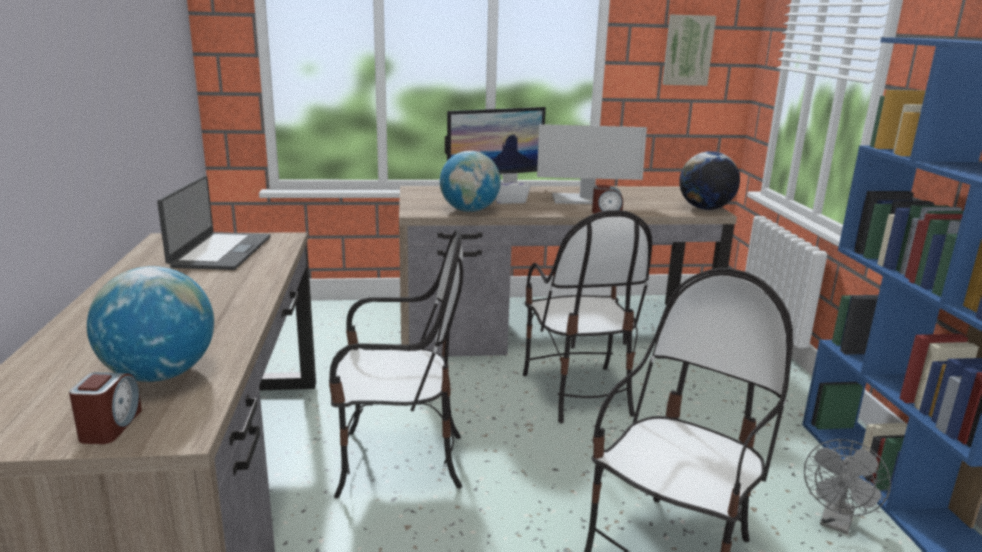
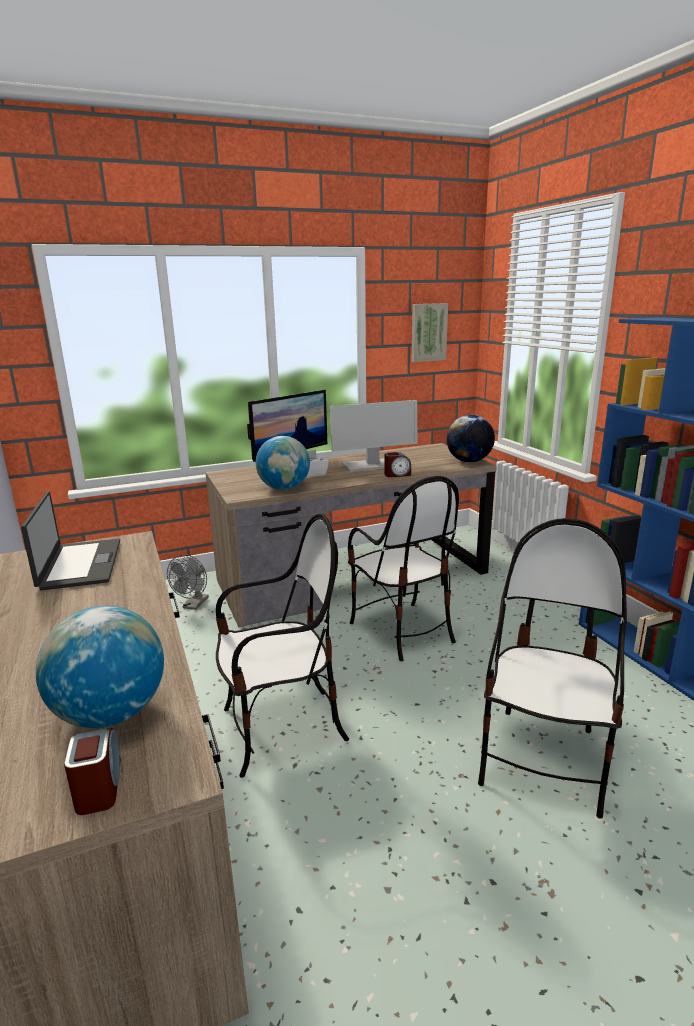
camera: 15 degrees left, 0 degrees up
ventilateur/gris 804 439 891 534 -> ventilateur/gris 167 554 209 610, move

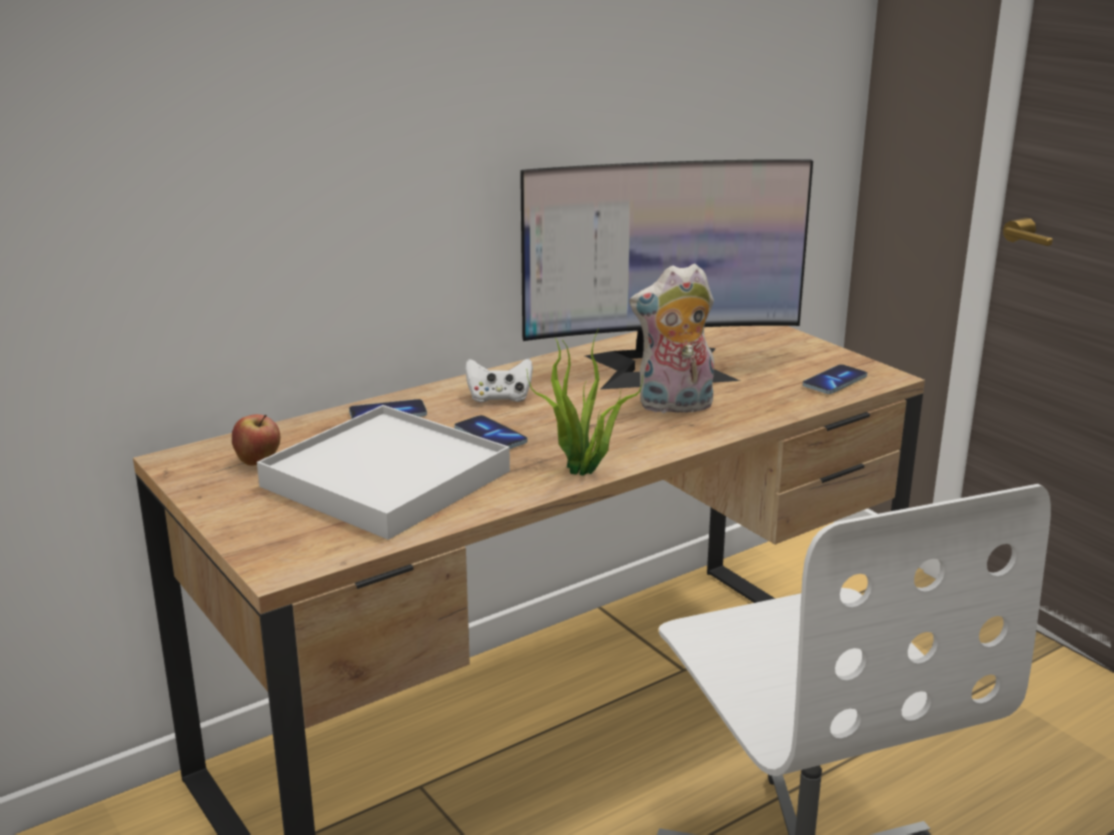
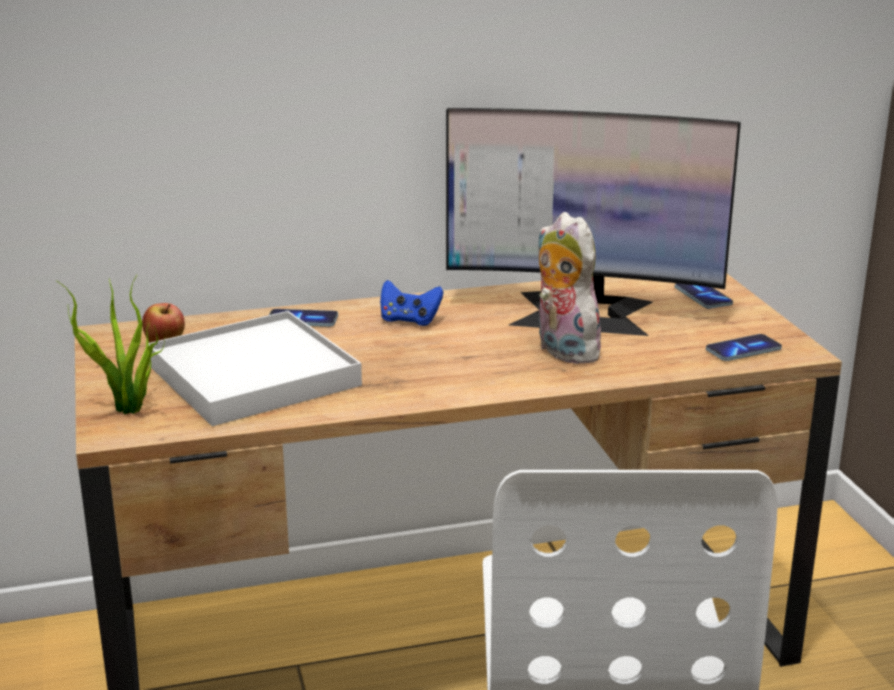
camera: 20 degrees right, 0 degrees up
téléphone 454 415 527 449 -> téléphone 675 283 733 309, move
plante en pot 527 328 643 476 -> plante en pot 57 275 165 414, move
manette/blanc 465 358 533 402 -> manette/bleu 380 280 443 326
peluche 629 263 714 413 -> peluche 537 212 608 364, 45 degrees clockwise

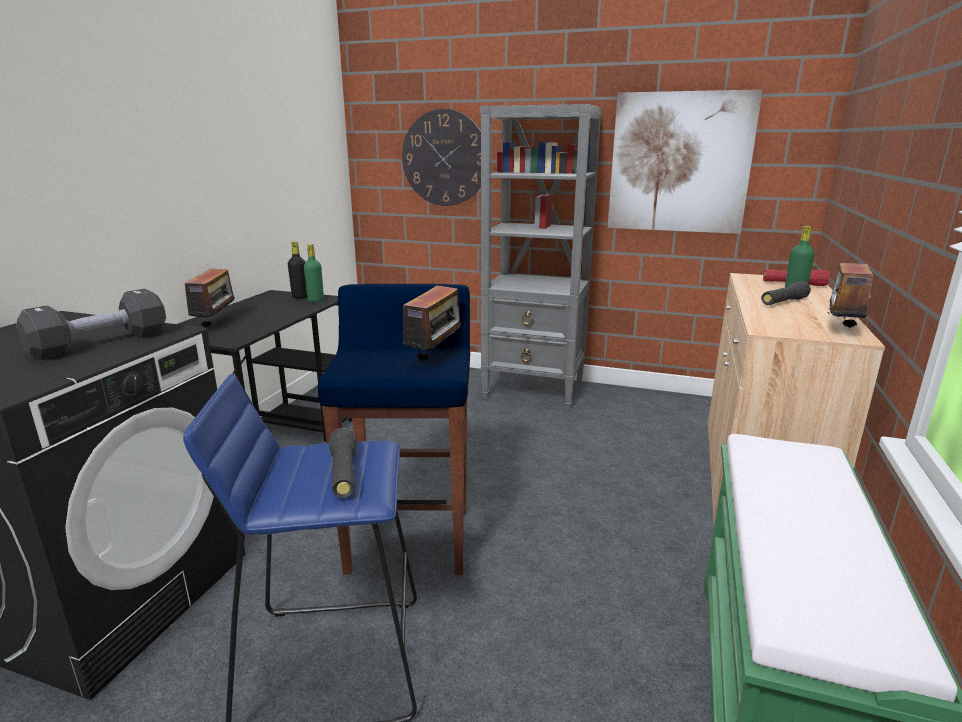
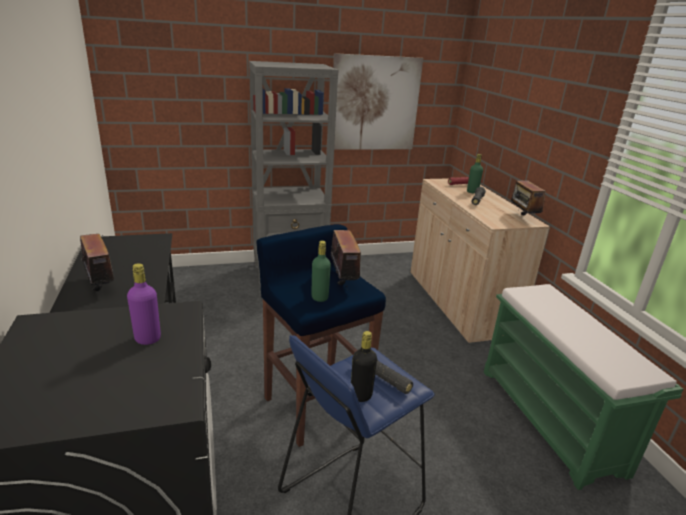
camera: 35 degrees left, 5 degrees up
horloge murale 402 109 481 206 -> none
bouteille/noir 288 242 307 299 -> bouteille/noir 351 331 377 402, move
bouteille/vert 304 244 324 302 -> bouteille/vert 311 241 331 302, move
haltère/noir 17 289 166 360 -> bouteille/violet 127 263 161 345

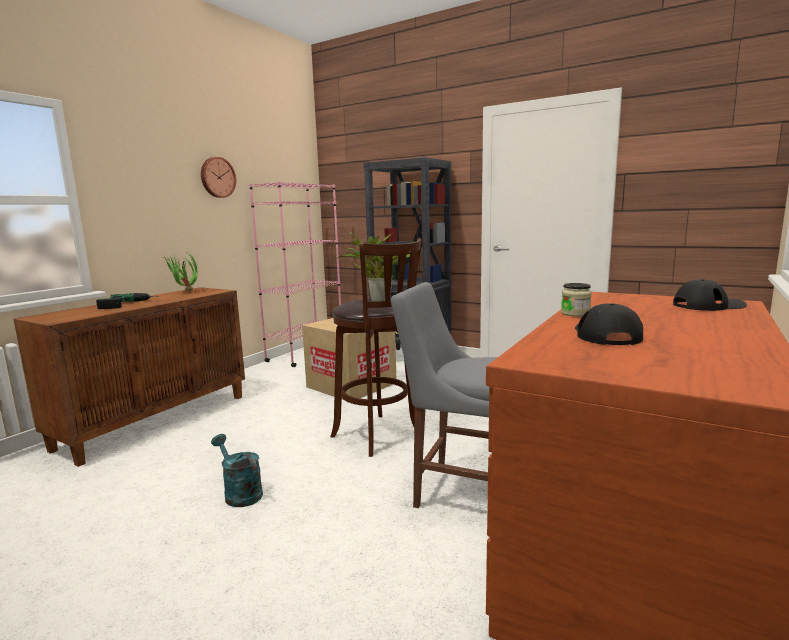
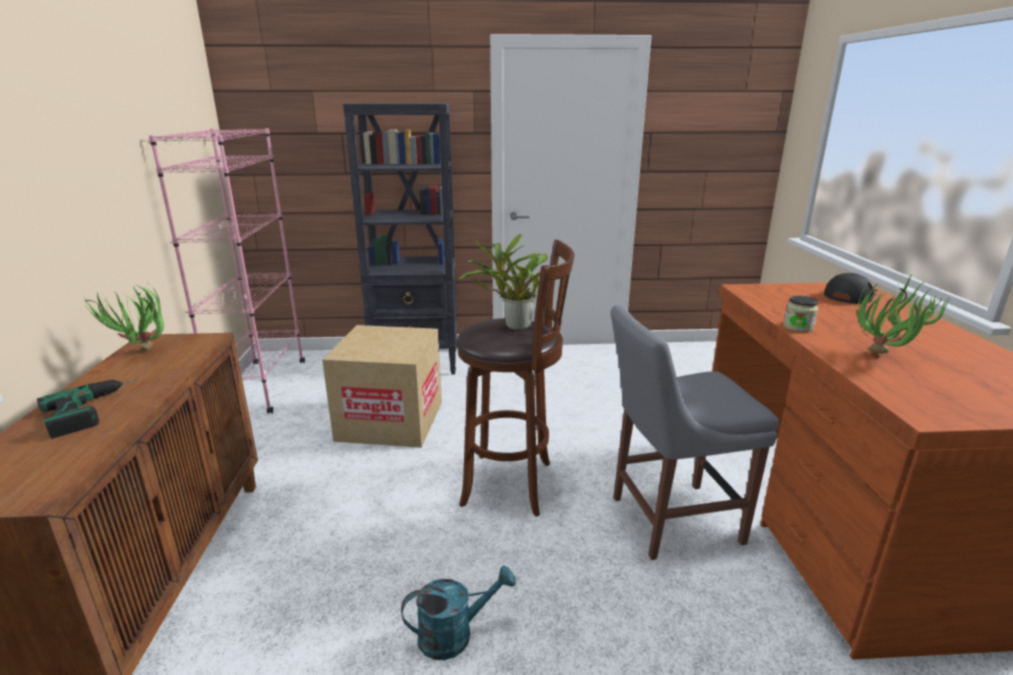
camera: 35 degrees left, 10 degrees up
horloge murale 201 157 236 198 -> none
casquette/noir 575 303 643 345 -> plante en pot 857 274 951 354
arrosoir/turquoise 211 434 263 507 -> arrosoir/turquoise 401 565 516 660, 150 degrees clockwise

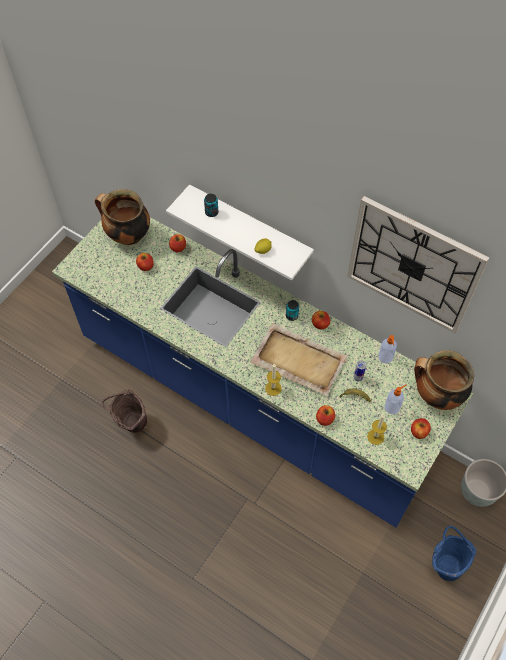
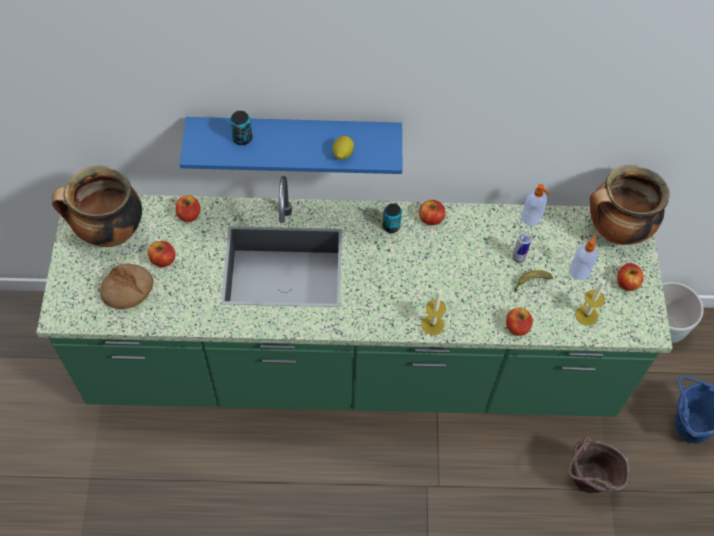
camera: 35 degrees left, 0 degrees up
plateau/beige 250 323 348 396 -> none
horloge murale 347 196 490 333 -> none
none -> pain 100 263 154 309
seau/marron 101 389 147 433 -> seau/marron 568 437 630 493, move
comptoir de cuisine/bleu 52 217 473 528 -> comptoir de cuisine/vert 36 176 673 417
étagère/blanc 166 185 314 281 -> étagère/bleu 180 117 402 174

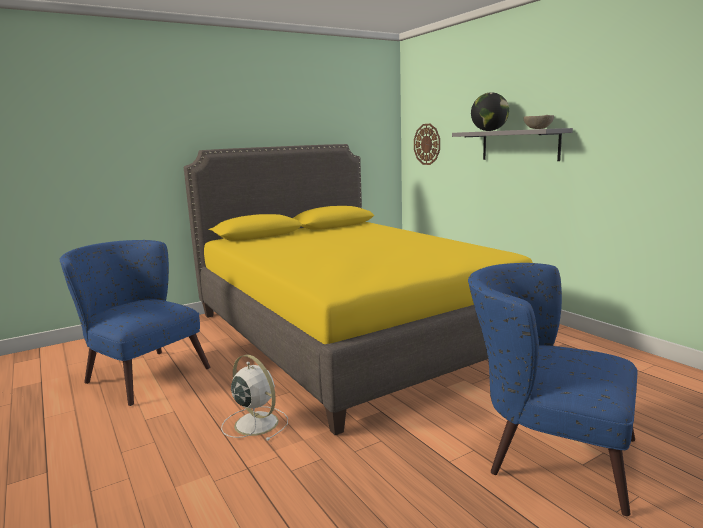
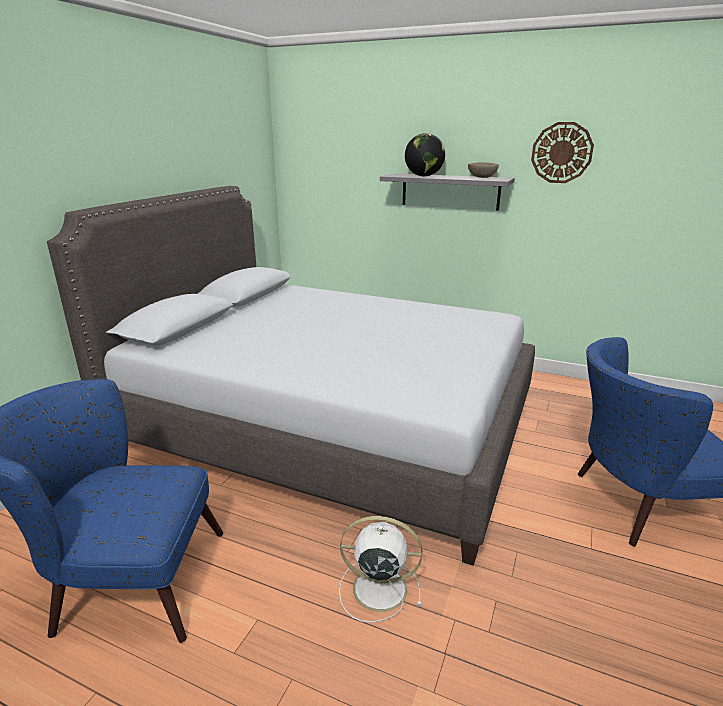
camera: 35 degrees left, 10 degrees up
horloge murale 414 124 440 165 -> horloge murale 531 122 594 183, move
lit/jaune 183 144 533 435 -> lit/gris 47 186 535 566

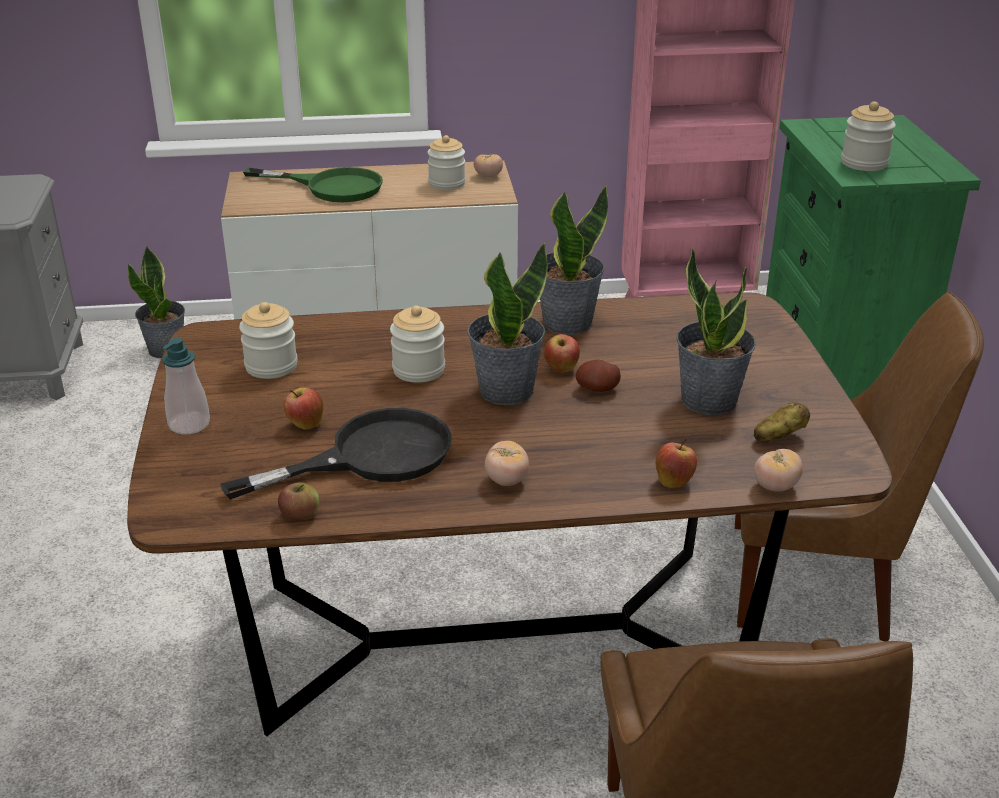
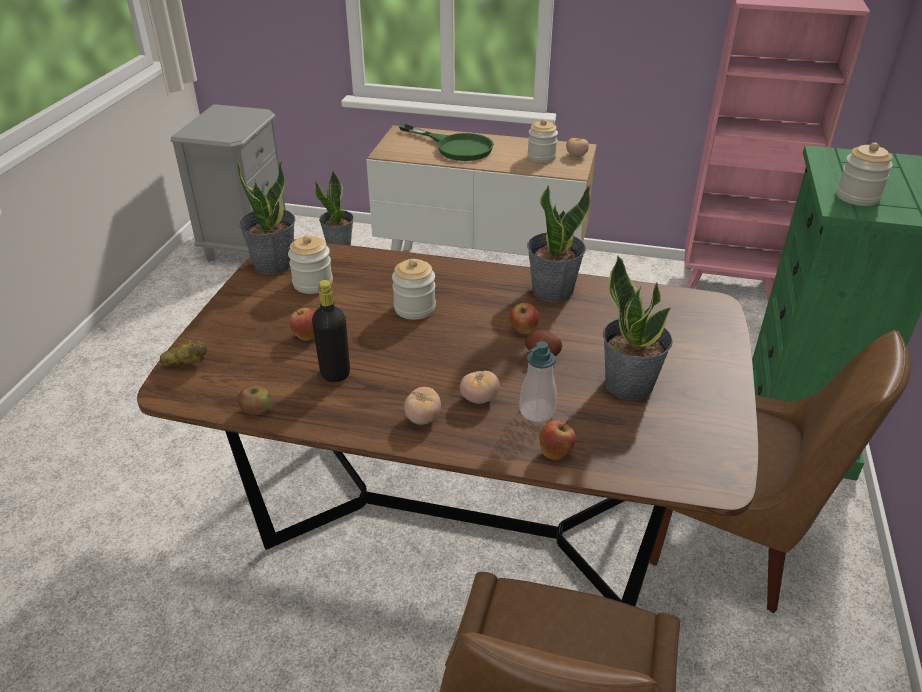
camera: 20 degrees right, 5 degrees up
distributeur de savon 162 337 210 435 -> distributeur de savon 519 341 556 422, move
plante en pot 467 242 548 405 -> plante en pot 237 160 295 275, move
pomme de terre 754 402 810 442 -> pomme de terre 160 340 207 367, move
tomate 754 449 803 491 -> tomate 460 371 500 404, move
poêle/noir 220 408 452 500 -> bouteille/noir 312 280 350 382

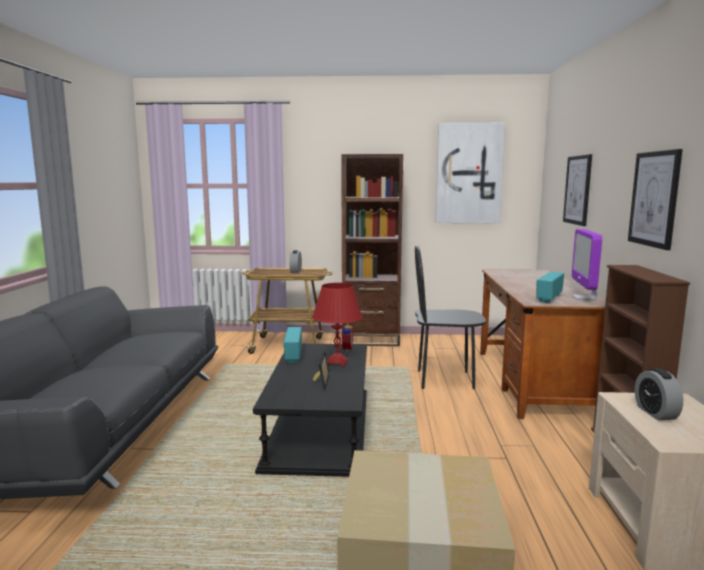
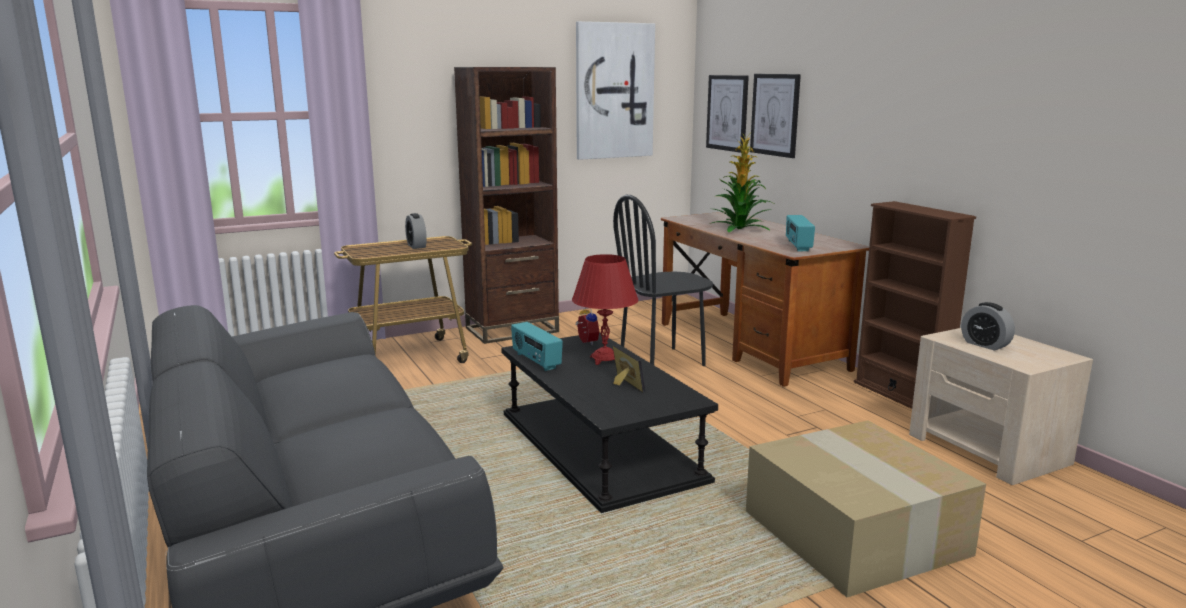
camera: 30 degrees left, 5 degrees up
écran d'ordinateur 572 229 602 300 -> none
none -> plante en pot 710 133 771 232
tableau 628 149 683 250 -> tableau 706 75 749 153, move

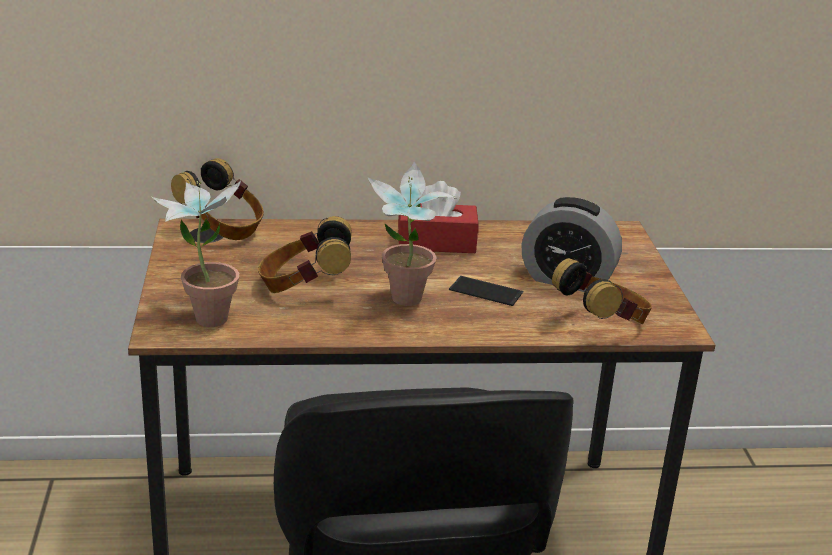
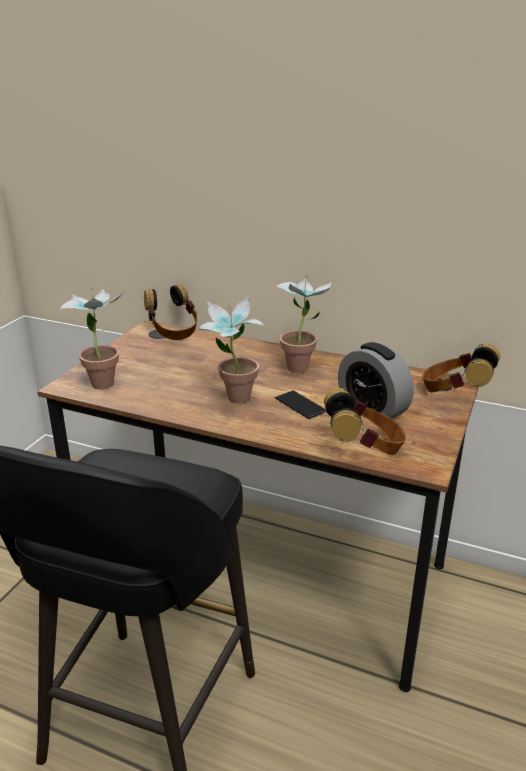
camera: 30 degrees right, 0 degrees up
casque audio 258 216 352 293 -> casque audio 422 344 500 392, move
boîte à mouchoirs/rouge 398 181 479 253 -> plante en pot 275 275 332 373

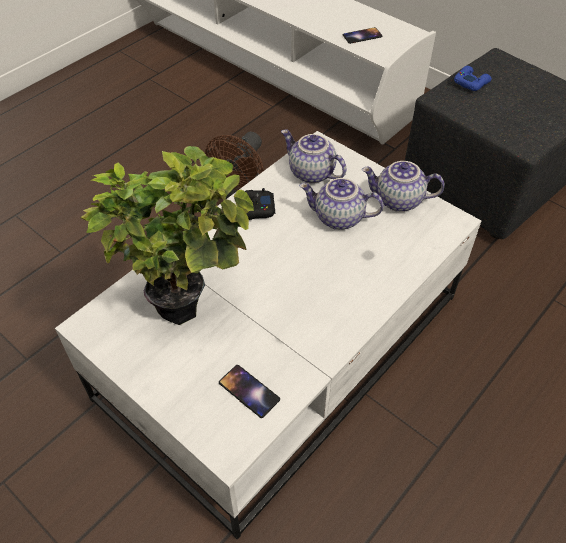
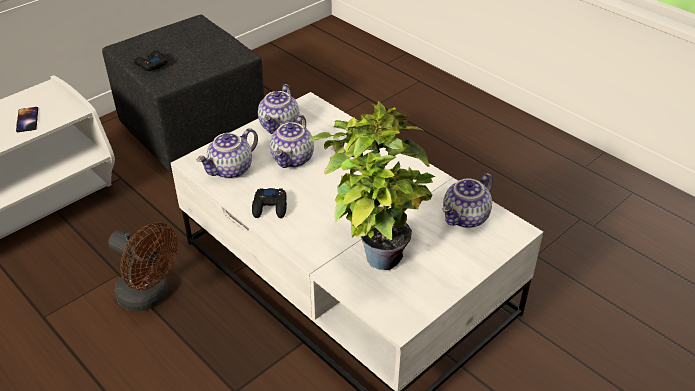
camera: 85 degrees left, 10 degrees down
téléphone 219 365 280 418 -> théière 442 173 493 228
manette/bleu 454 66 492 91 -> manette/noir 134 50 168 71

